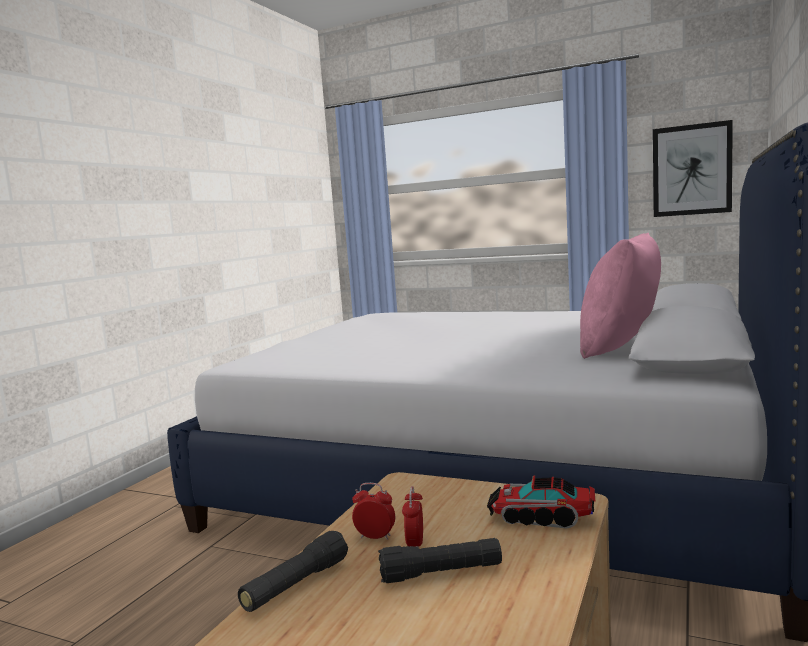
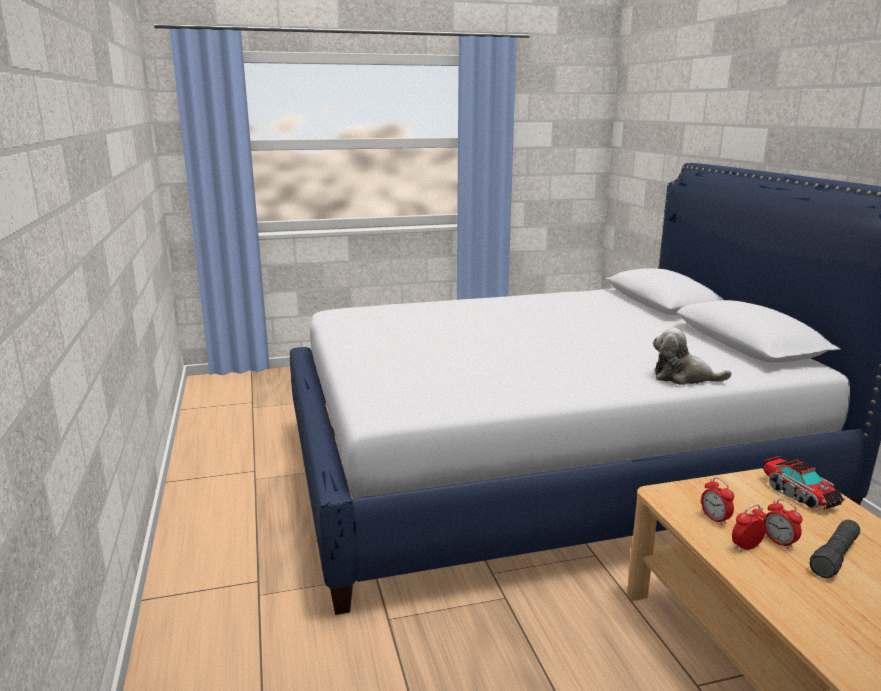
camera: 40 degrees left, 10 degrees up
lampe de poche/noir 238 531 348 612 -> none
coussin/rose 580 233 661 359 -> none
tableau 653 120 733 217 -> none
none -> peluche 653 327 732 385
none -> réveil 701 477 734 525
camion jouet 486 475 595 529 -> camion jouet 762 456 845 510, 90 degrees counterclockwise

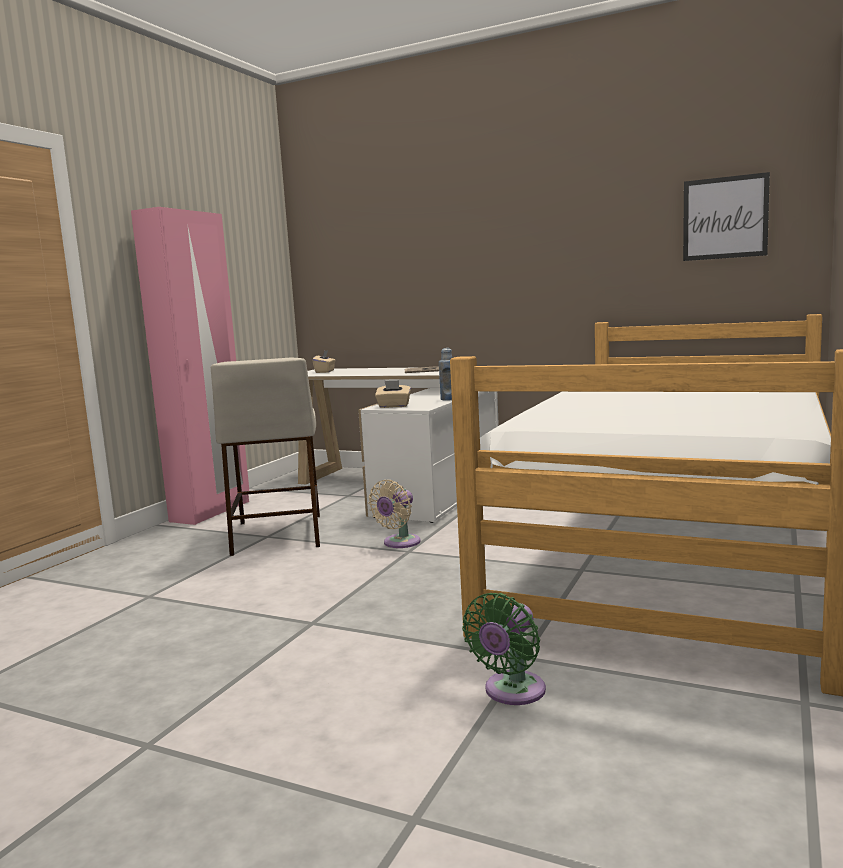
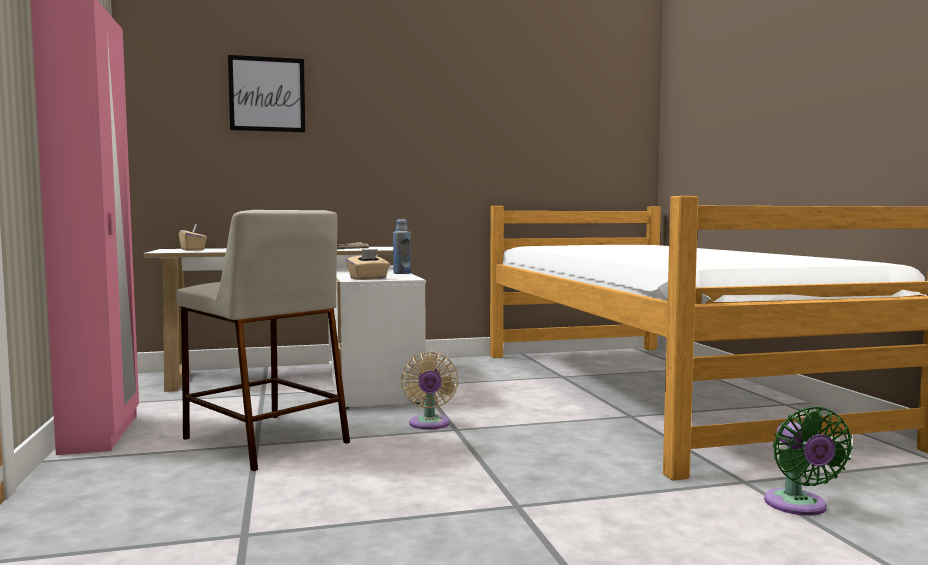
camera: 40 degrees left, 5 degrees down
tableau 683 172 770 261 -> tableau 228 55 305 133, move

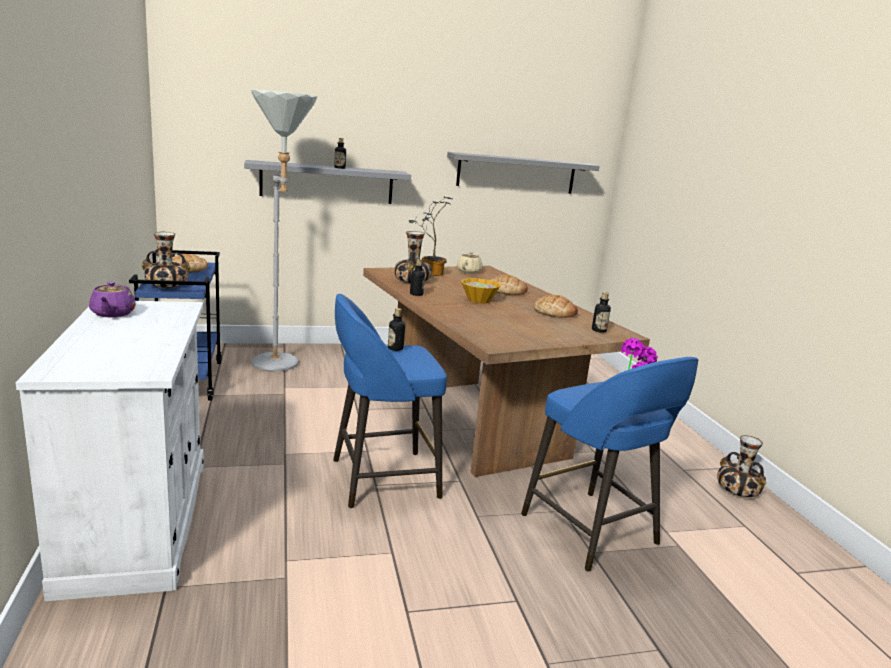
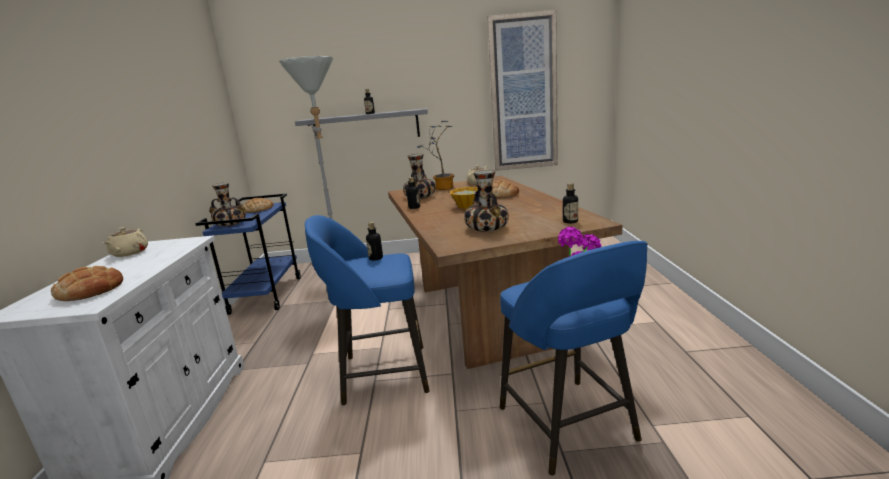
camera: 15 degrees right, 0 degrees up
pain 534 295 578 318 -> pain 51 266 123 301, move
vase 717 435 766 497 -> vase 464 170 509 232, move
étagère/gris 447 152 600 194 -> tableau 487 10 558 171
théière/violet 89 281 136 317 -> théière/beige 103 227 148 257

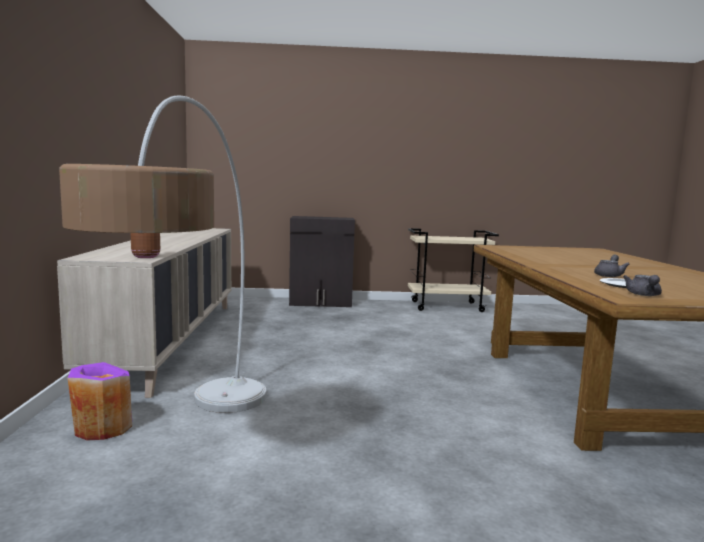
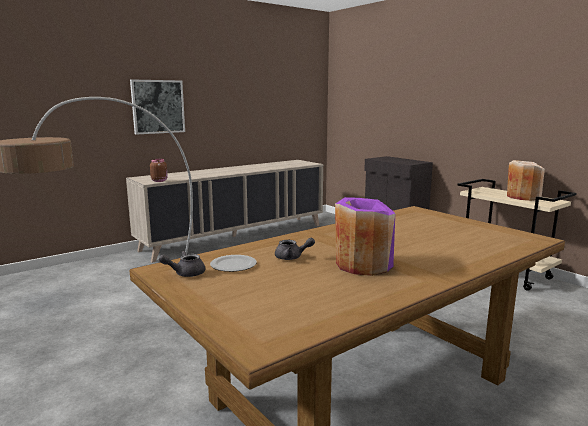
camera: 55 degrees right, 5 degrees up
none -> tableau 130 79 185 135
none -> vase/beige 507 160 545 201
vase/violet 68 362 132 441 -> vase/violet 335 197 395 276, move

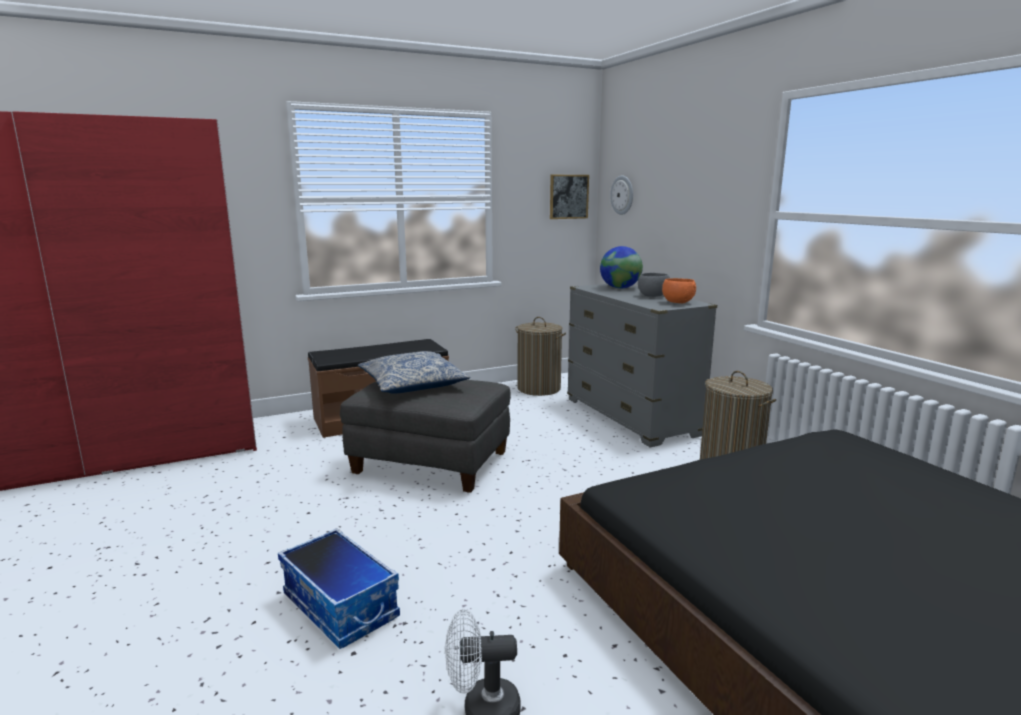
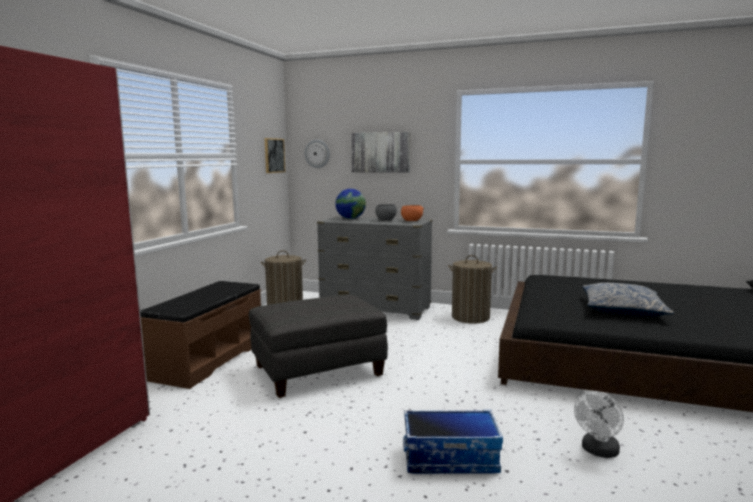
camera: 45 degrees left, 5 degrees down
none -> tableau 351 132 410 173
coussin 358 351 471 393 -> coussin 582 283 674 317, move

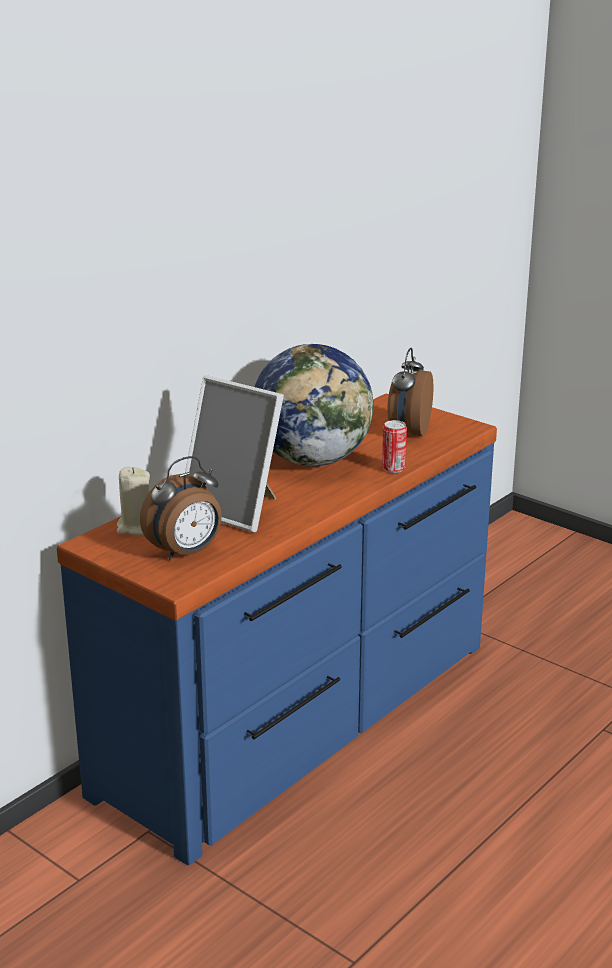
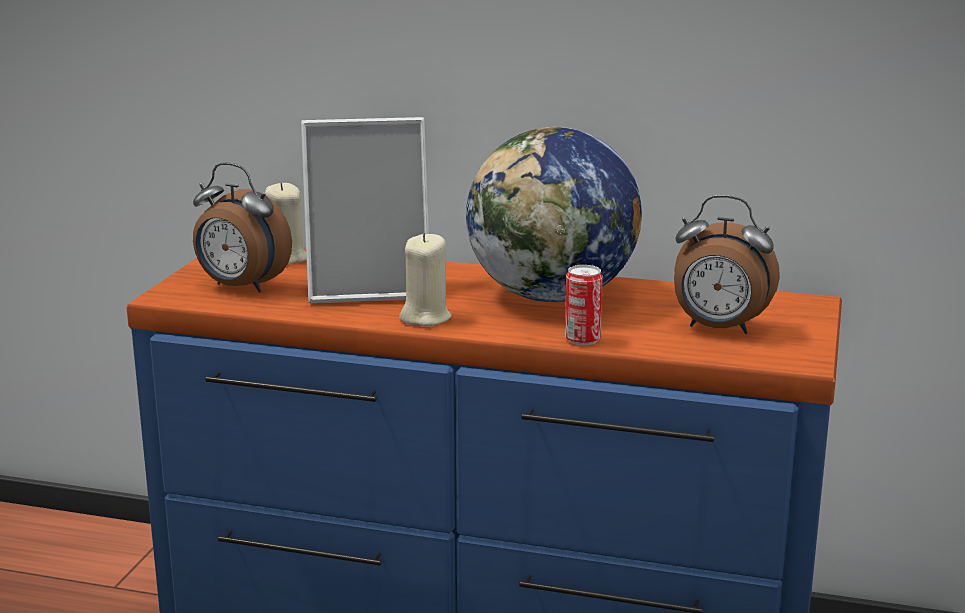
camera: 65 degrees right, 5 degrees down
none -> bougie/beige 399 233 452 326
cadre photo 185 375 284 533 -> cadre photo 301 117 429 303, 105 degrees counterclockwise
réveil 387 348 433 436 -> réveil 674 195 780 334, 150 degrees counterclockwise

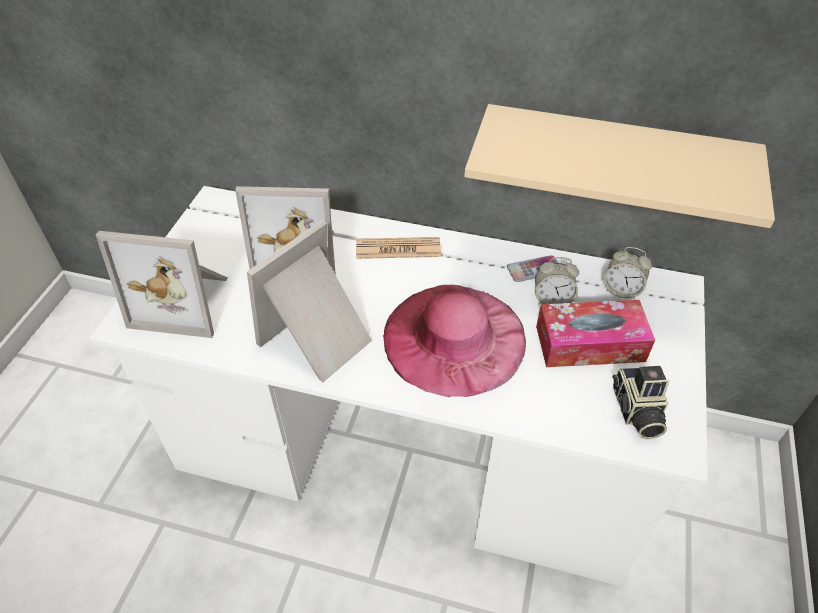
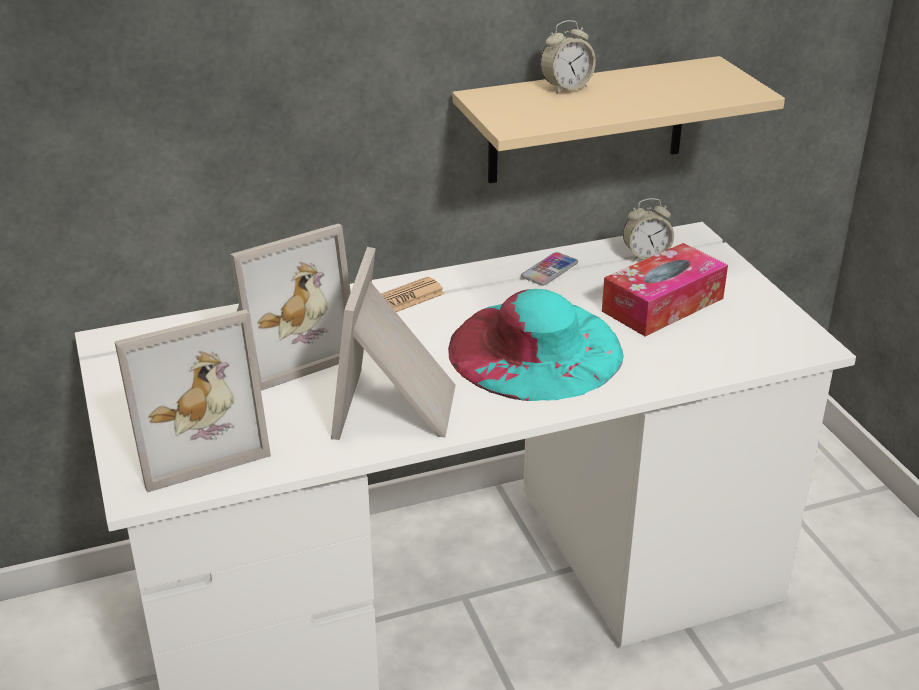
camera: 35 degrees left, 15 degrees down
appareil photo 613 366 669 439 -> none
réveil 535 257 579 305 -> réveil 540 20 596 93, move
chapeau/rose 383 285 526 397 -> chapeau/turquoise 448 289 624 401

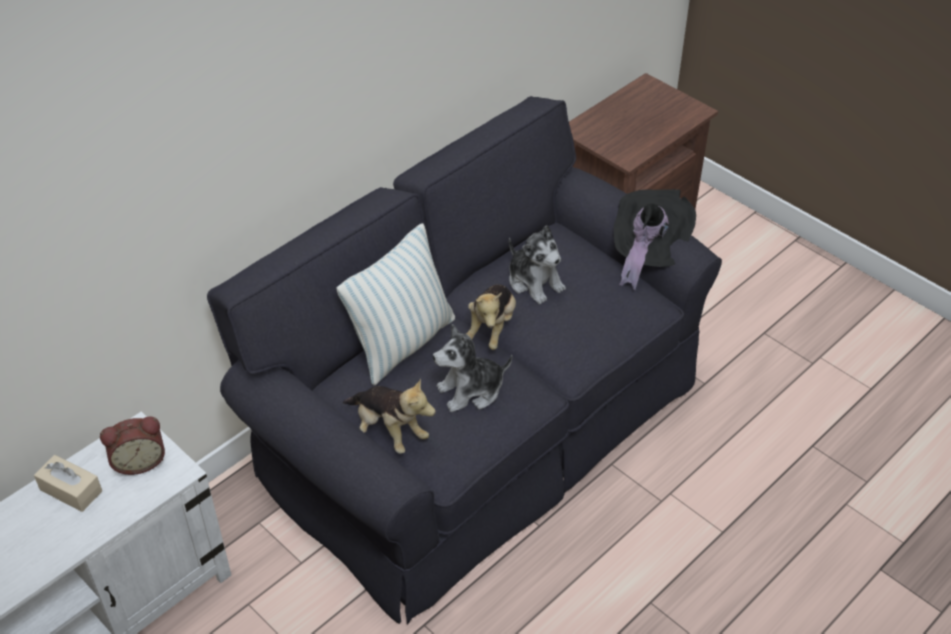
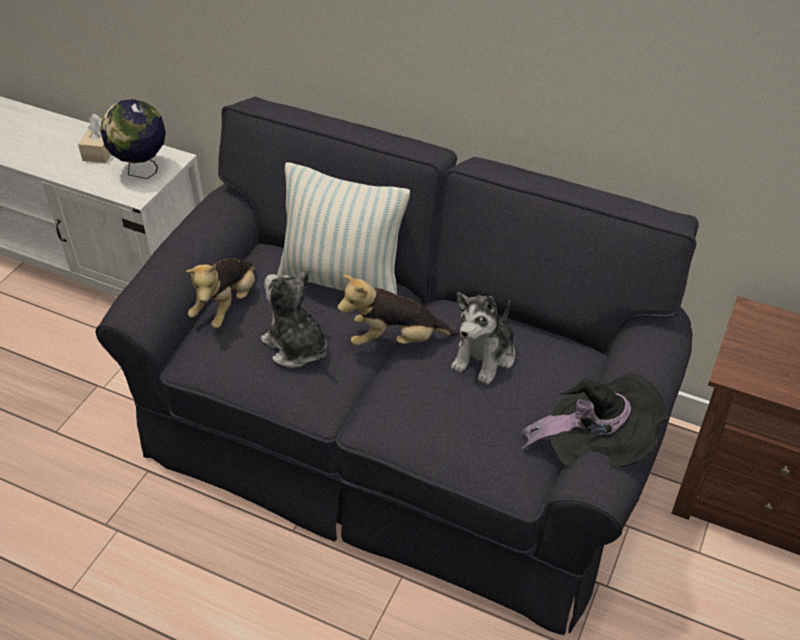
camera: 70 degrees right, 0 degrees up
réveil 100 417 165 475 -> globe 100 99 166 179

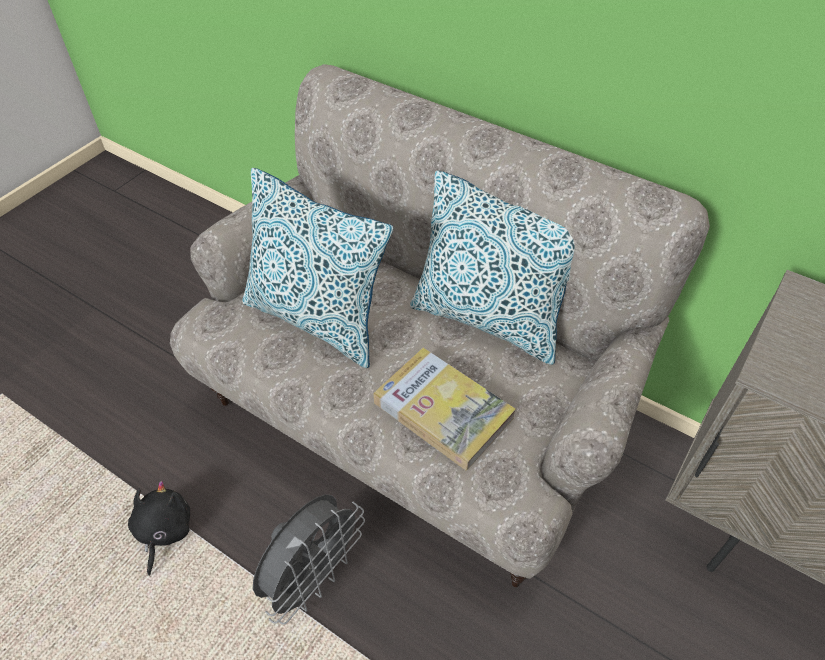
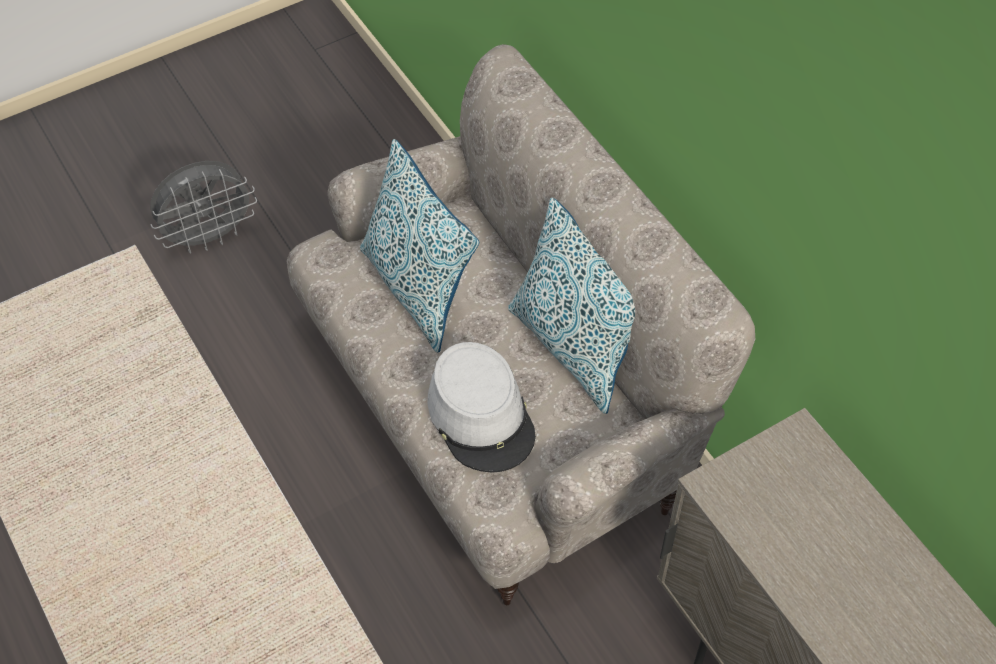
camera: 25 degrees right, 5 degrees up
peluche/noir 128 481 190 576 -> none
ventilateur/gris 253 494 365 625 -> ventilateur/gris 150 161 257 254, move
livre 374 348 516 471 -> chapeau/gris 428 342 536 473

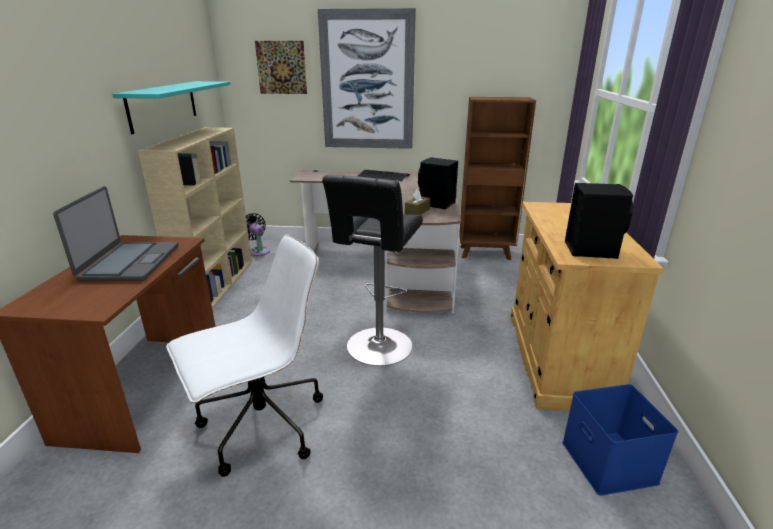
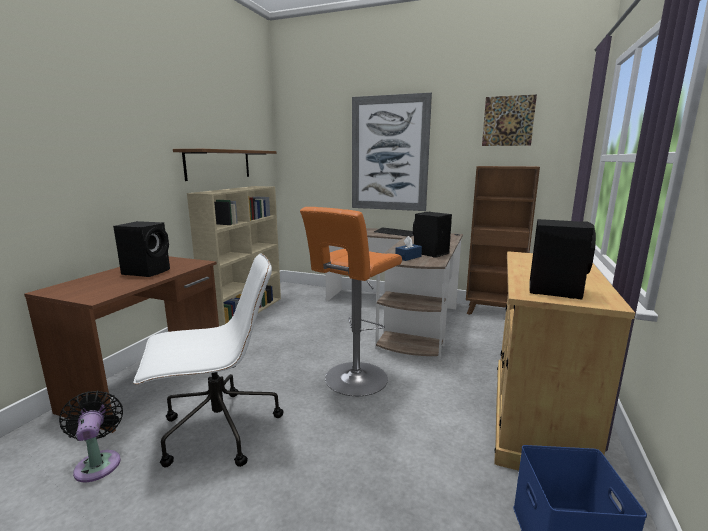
camera: 15 degrees right, 10 degrees down
ventilateur/noir 246 213 270 256 -> ventilateur/noir 59 390 123 482, move
tableau 255 41 307 94 -> tableau 482 95 537 146, move
ordinateur portable 53 186 179 281 -> enceinte/noir 113 221 170 277
étagère/turquoise 112 81 230 134 -> étagère/marron 173 149 277 181
tabouret/noir 322 175 423 366 -> tabouret/orange 300 207 402 396
boîte à mouchoirs/marron 405 189 430 215 -> boîte à mouchoirs/bleu 395 236 422 261

